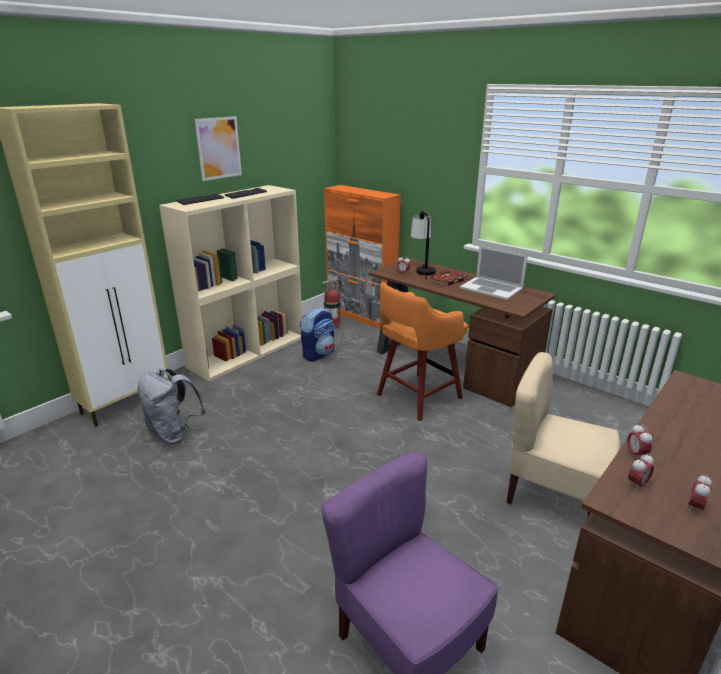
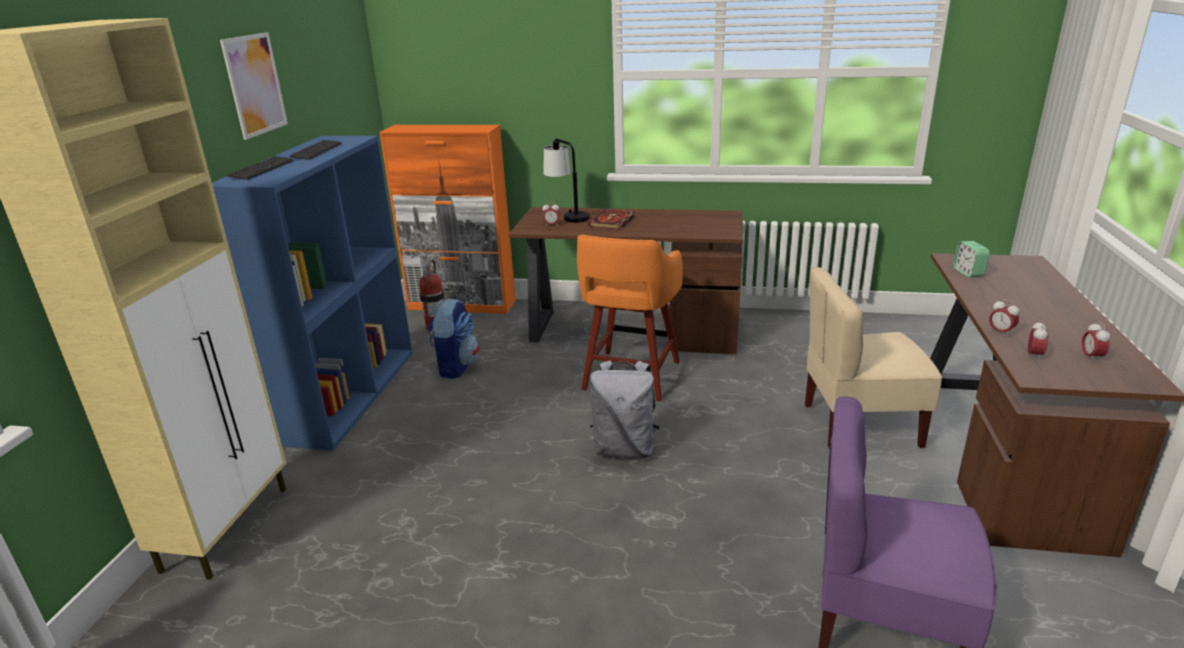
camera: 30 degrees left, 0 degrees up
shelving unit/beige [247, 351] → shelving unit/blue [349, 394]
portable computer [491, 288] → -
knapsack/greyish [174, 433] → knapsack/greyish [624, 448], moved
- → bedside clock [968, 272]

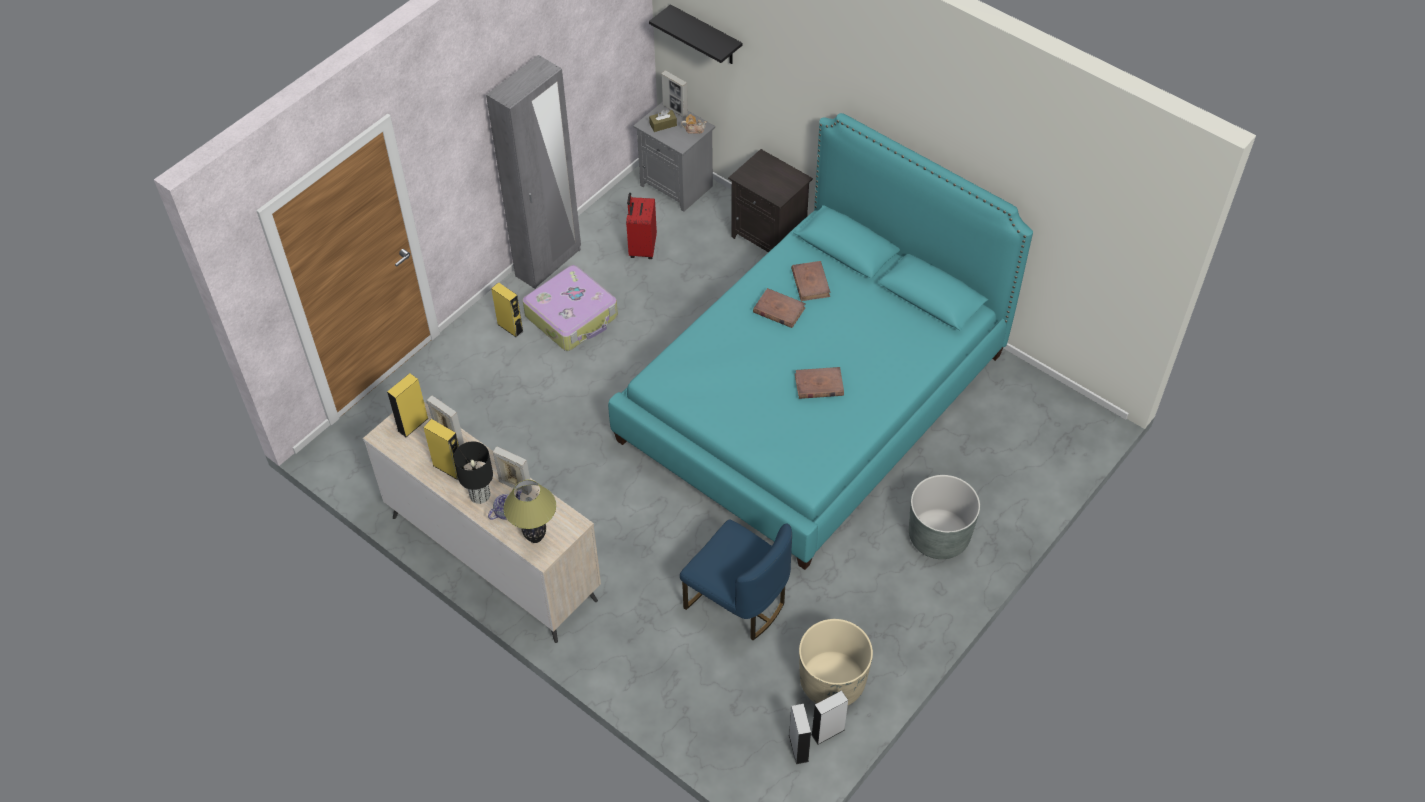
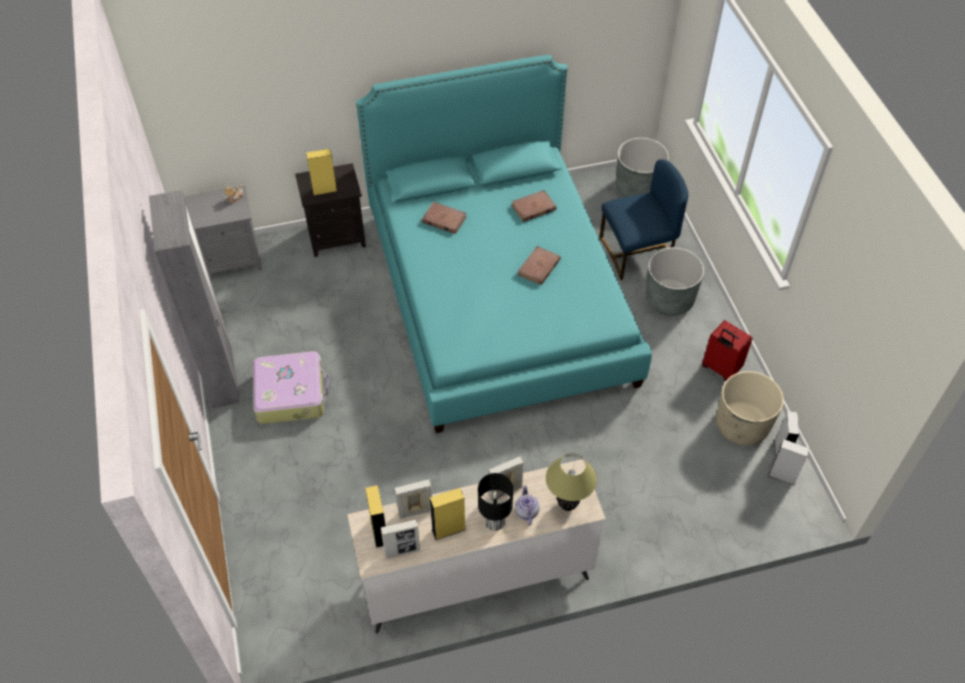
camera: 55 degrees left, 0 degrees up
wall shelf/black-coloured [706, 36] → -
photo frame [675, 110] → photo frame [402, 551], moved
tissue box/brown-coloured [663, 125] → -
suitcase/reddish [642, 248] → suitcase/reddish [720, 368], moved
audio speaker/yellowish [510, 327] → audio speaker/yellowish [324, 190], moved
bound book/brown-coloured [778, 310] → bound book/brown-coloured [533, 208], moved
plain chair/blue [737, 602] → plain chair/blue [637, 252], moved
- → plant pot/greyish [637, 187]

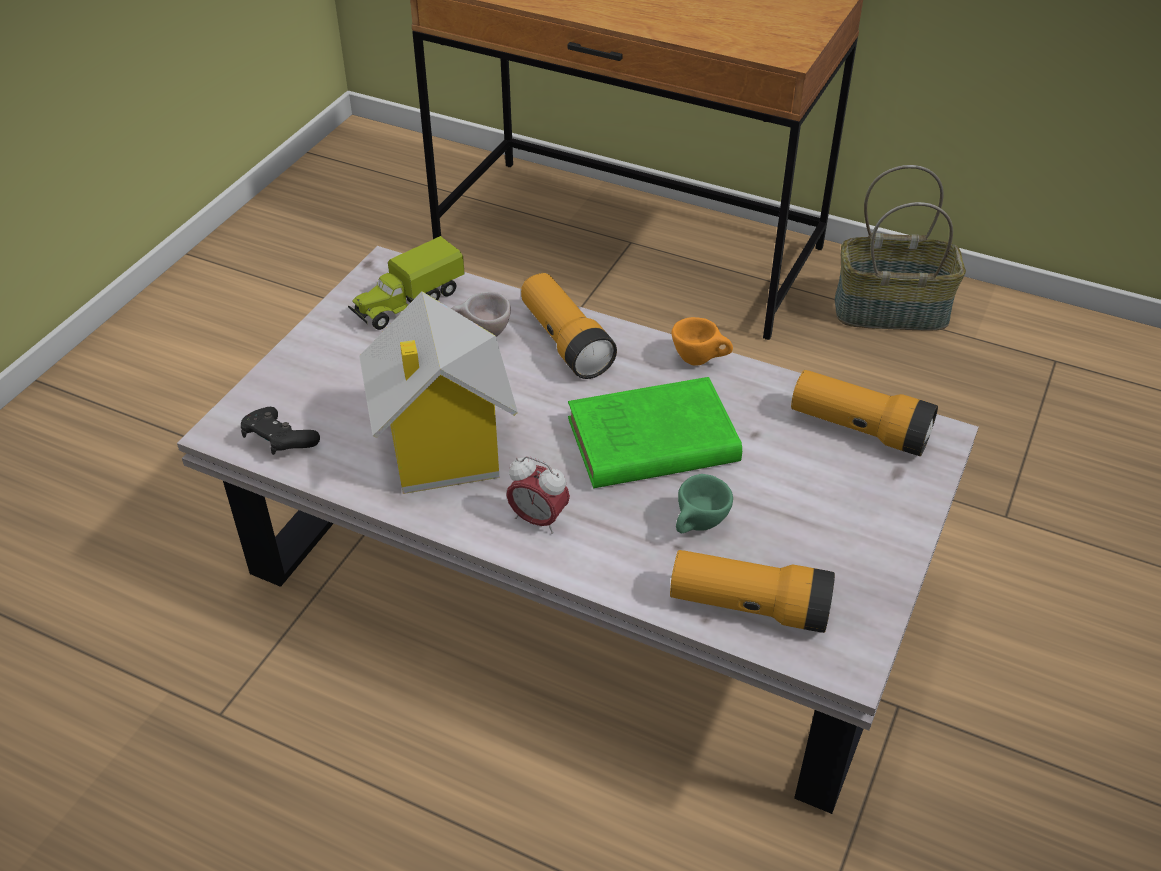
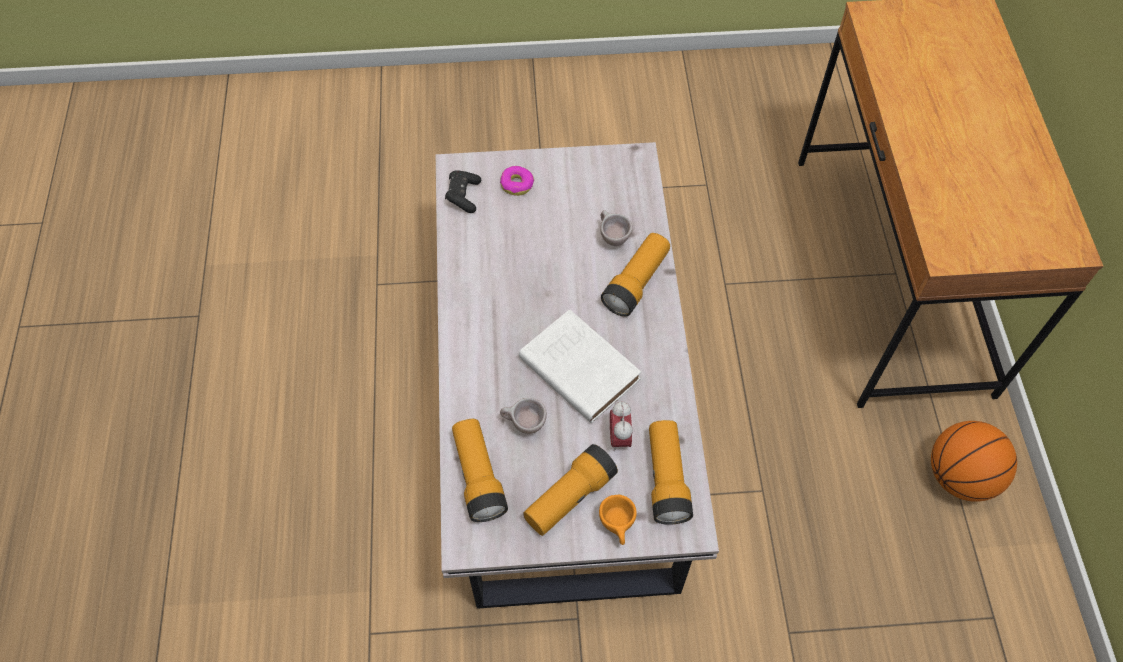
camera: 60 degrees right, 15 degrees up
household basket [891, 310] → basketball ball [960, 476]
model truck [407, 303] → -
toy house [441, 450] → -
drinking cup/orange-coloured [700, 360] → drinking cup/orange-coloured [618, 527], moved
bound book/green [648, 442] → bound book/whitish [577, 367]
bedside clock [538, 519] → bedside clock [619, 438], moved
drinking cup/green [698, 527] → drinking cup/beige [523, 425]
- → donut [517, 184]
- → flashlight [569, 497]

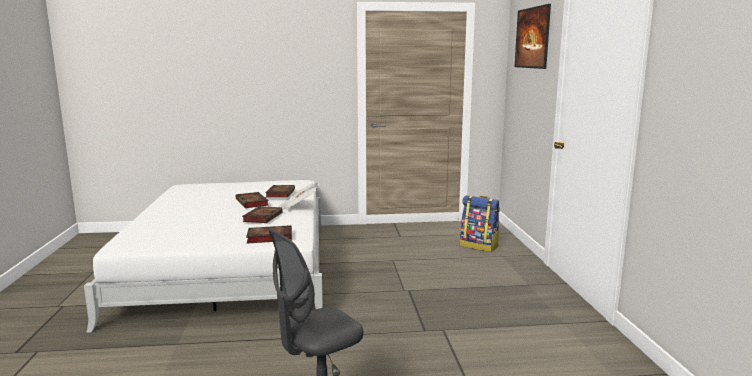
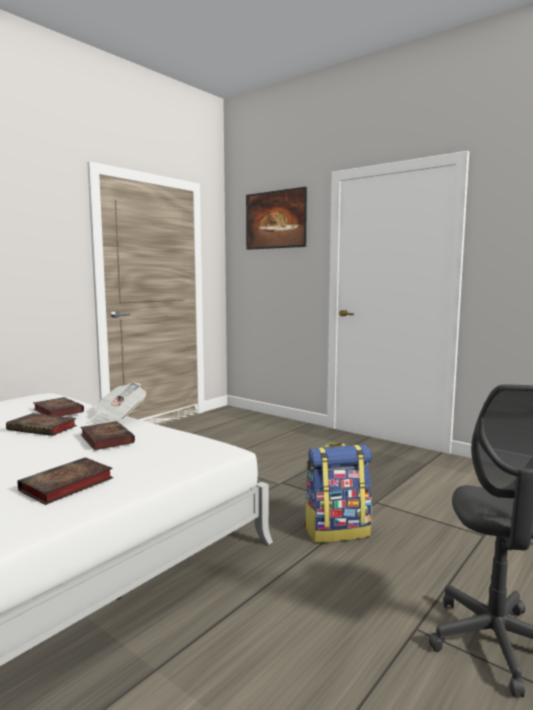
camera: 45 degrees left, 5 degrees down
knapsack [479, 246] → knapsack [337, 531], moved
bound book [268, 237] → bound book [65, 486], moved

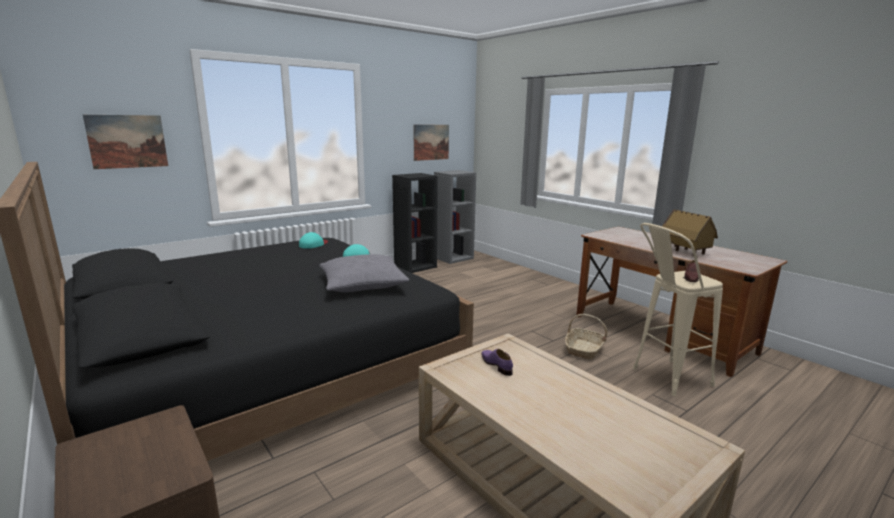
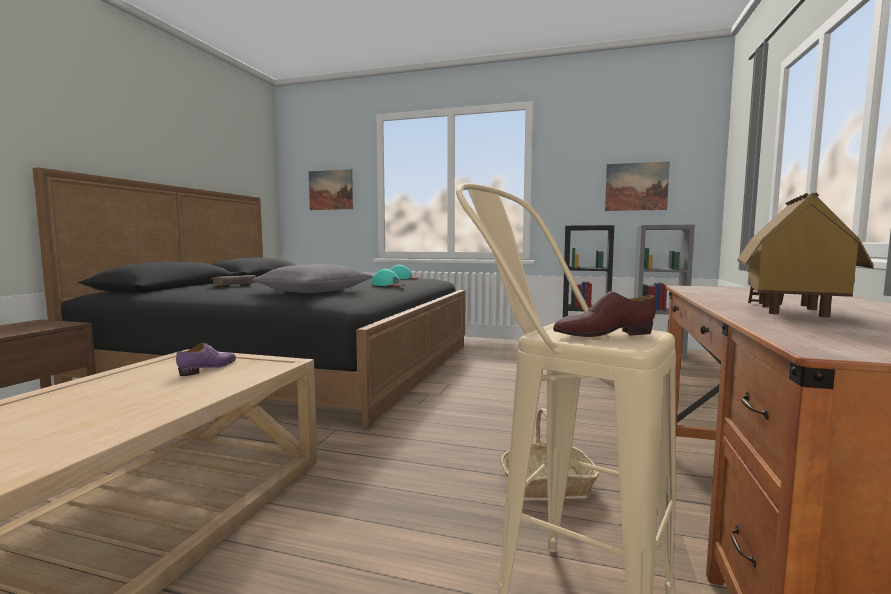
camera: 55 degrees right, 10 degrees down
- → bound book/brown-coloured [234, 286]

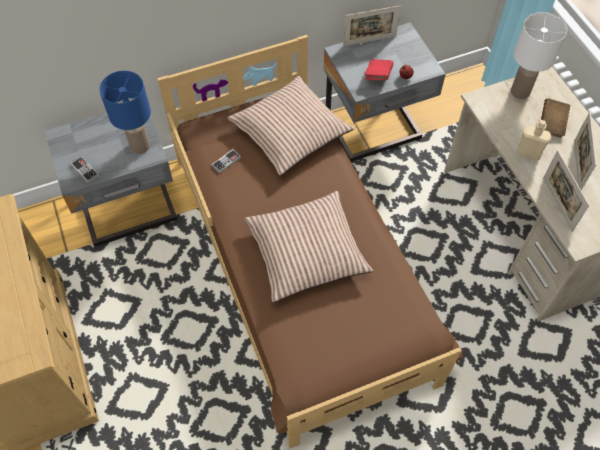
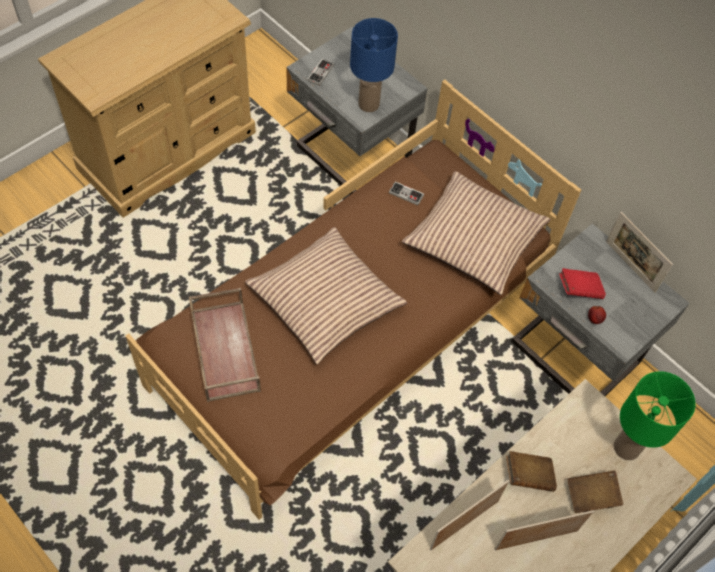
camera: 65 degrees right, 0 degrees up
lamp for a table/whitish [520, 91] → lamp for a table/green [627, 448]
bottle/beige [528, 153] → bound book/brown-coloured [528, 476]
- → carrying tray/brown-coloured [224, 349]

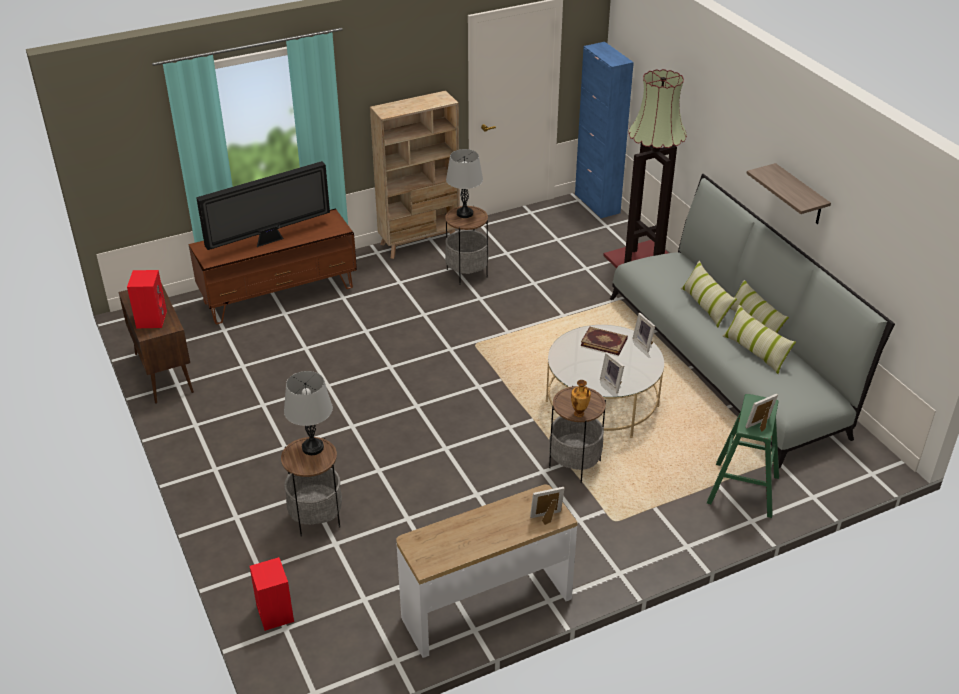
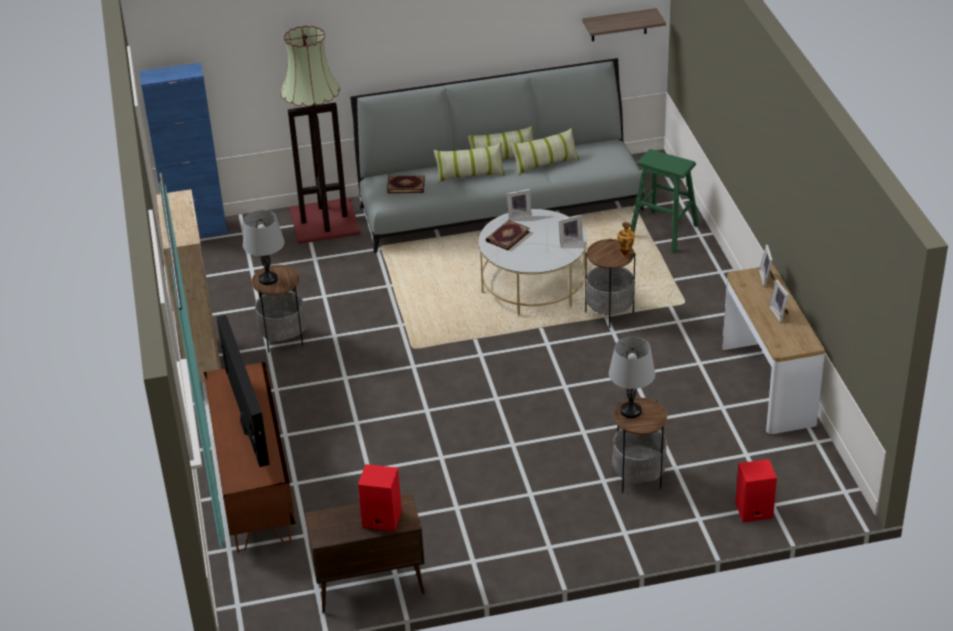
camera: 75 degrees left, 0 degrees up
wall shelf [800, 195] → wall shelf [619, 25], moved
photo frame [760, 426] → photo frame [780, 313], moved
- → bound book [406, 185]

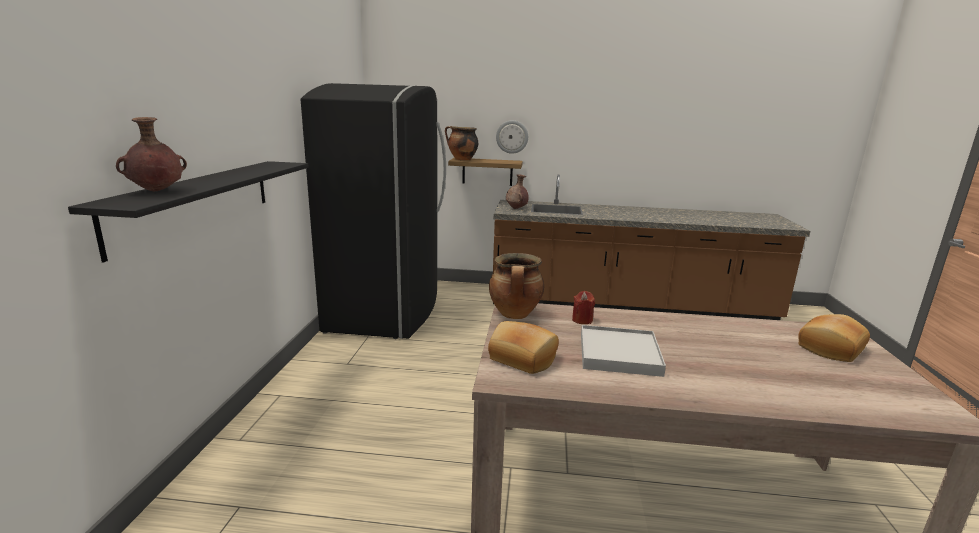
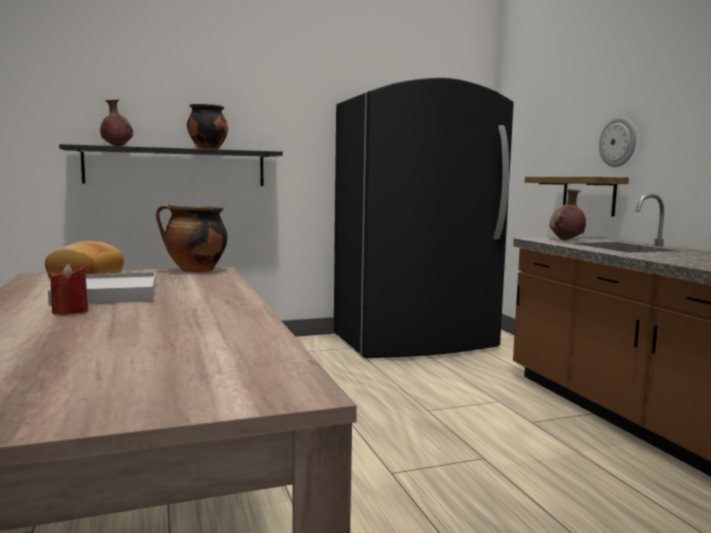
camera: 65 degrees right, 10 degrees down
stockpot [462, 160] → stockpot [207, 149], moved
wax candle/reddish [582, 320] → wax candle/reddish [70, 312], moved
bread [828, 348] → -

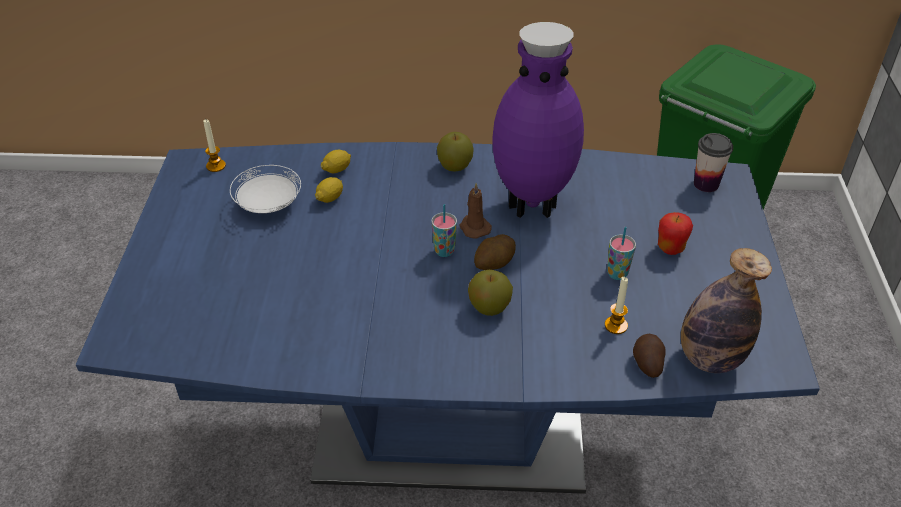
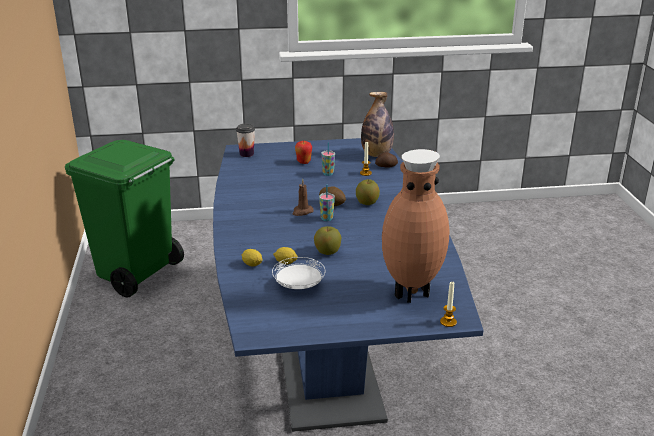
camera: 100 degrees left, 15 degrees down
decorative vase/purple-coloured [532, 204] → -
wax candle [216, 166] → wax candle [448, 322], moved
whole apple [455, 166] → whole apple [327, 252], moved
- → decorative vase/brown-coloured [411, 292]

